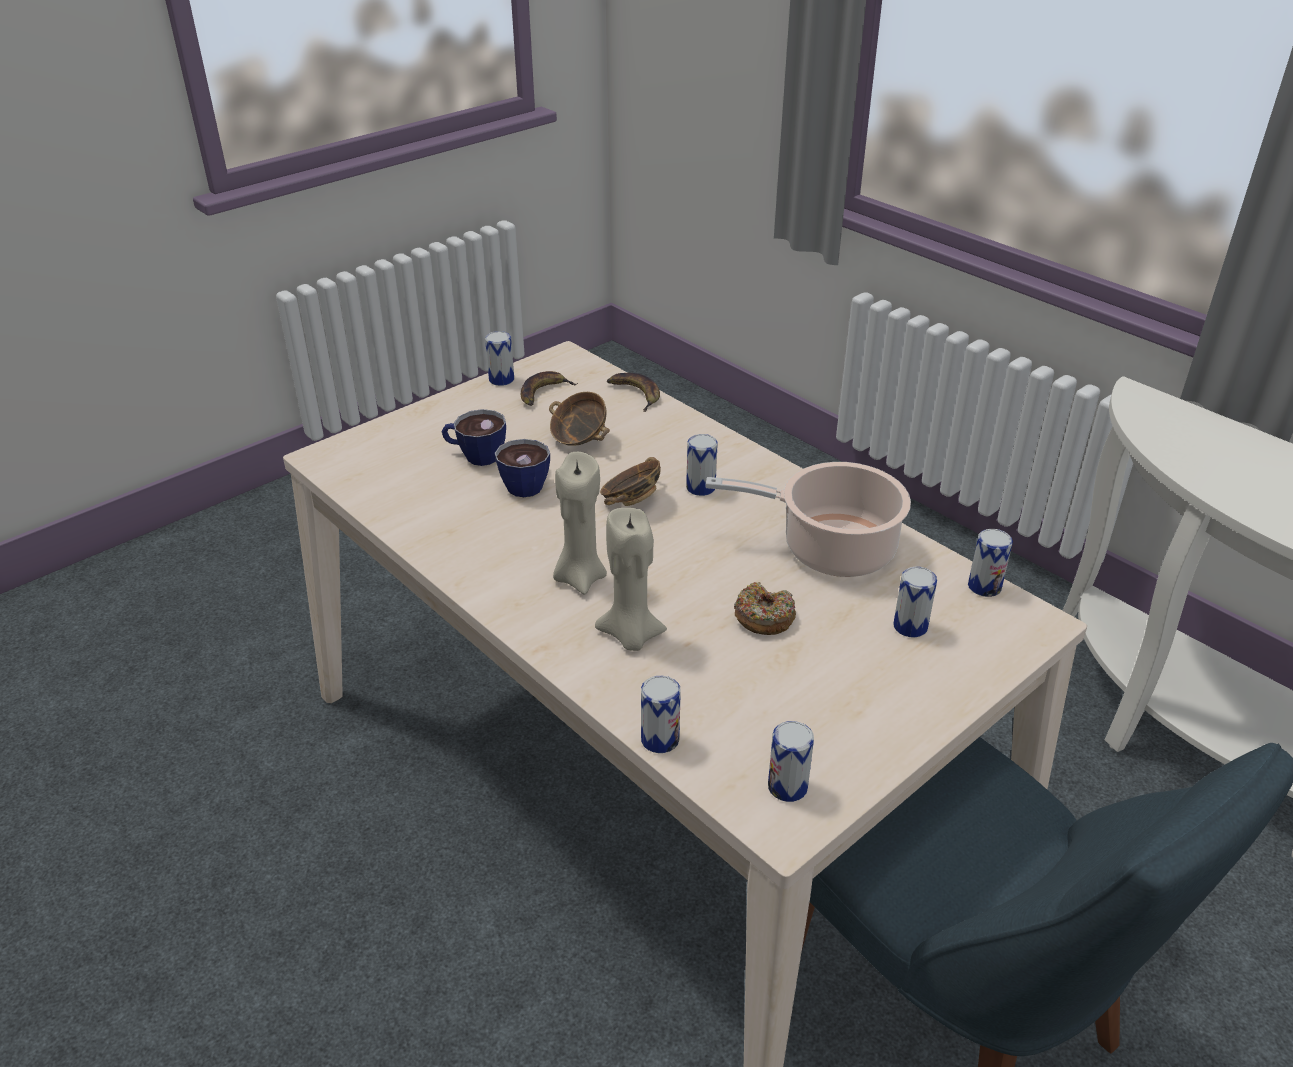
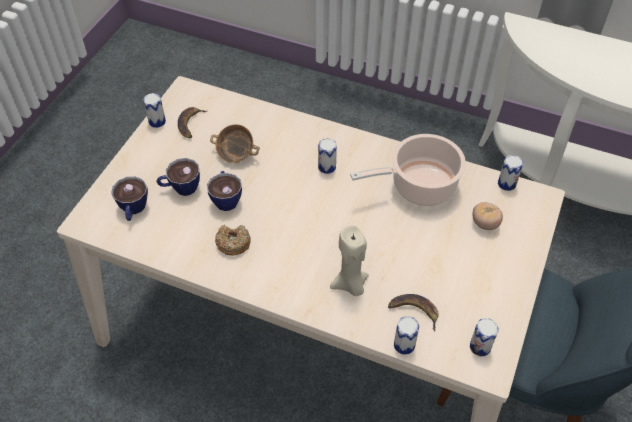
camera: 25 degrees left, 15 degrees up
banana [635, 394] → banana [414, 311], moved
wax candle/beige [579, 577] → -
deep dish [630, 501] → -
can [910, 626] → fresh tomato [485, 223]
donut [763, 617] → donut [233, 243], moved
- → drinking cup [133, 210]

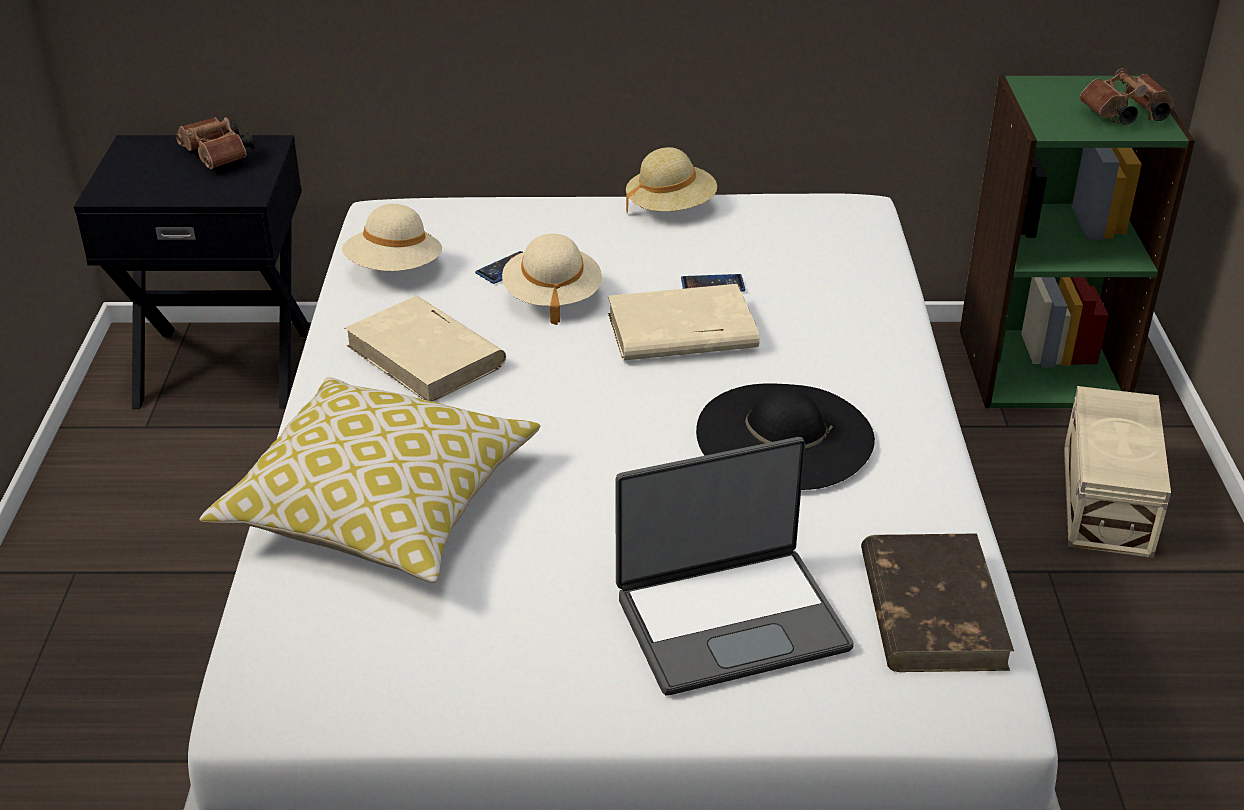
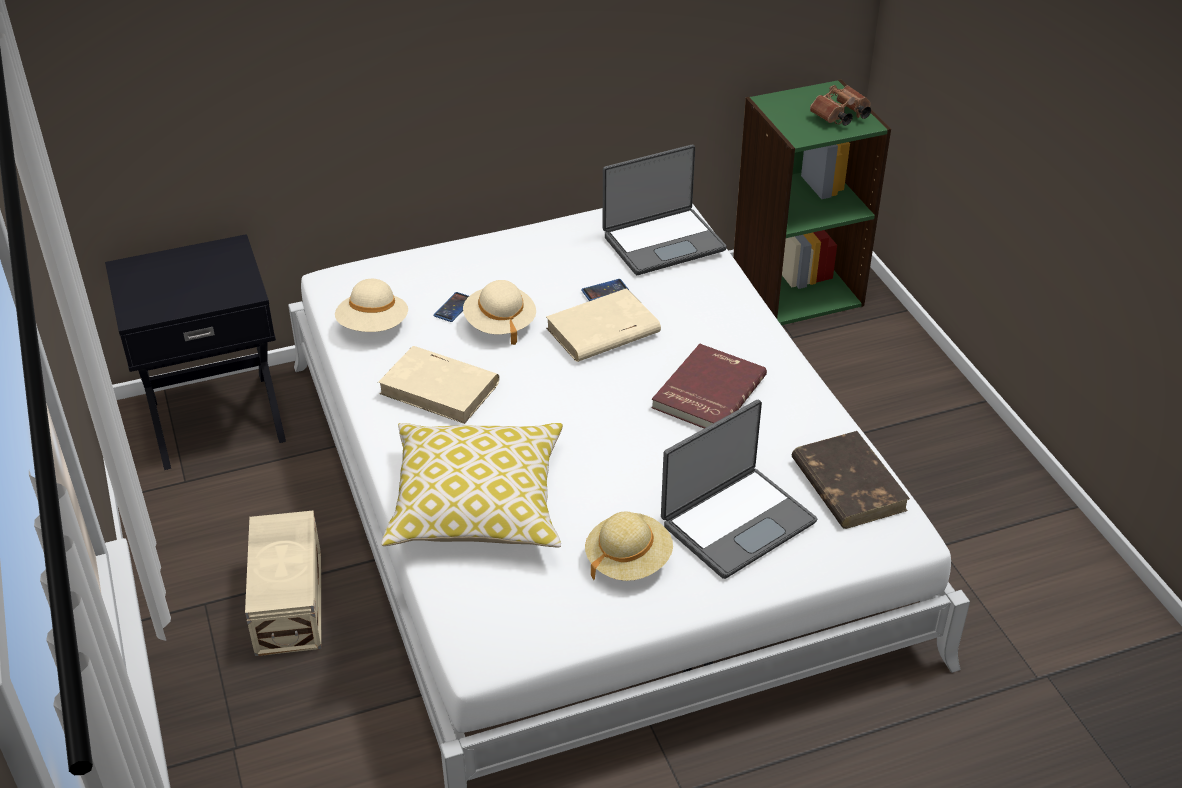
camera: 20 degrees left, 5 degrees up
binoculars/brown-coloured [218, 157] → -
hat/beige [670, 208] → hat/beige [628, 561], moved
hat/black-coloured [784, 435] → bound book/reddish [707, 391]
storage container/beige [1109, 499] → storage container/beige [291, 601], moved
- → portable computer [663, 242]

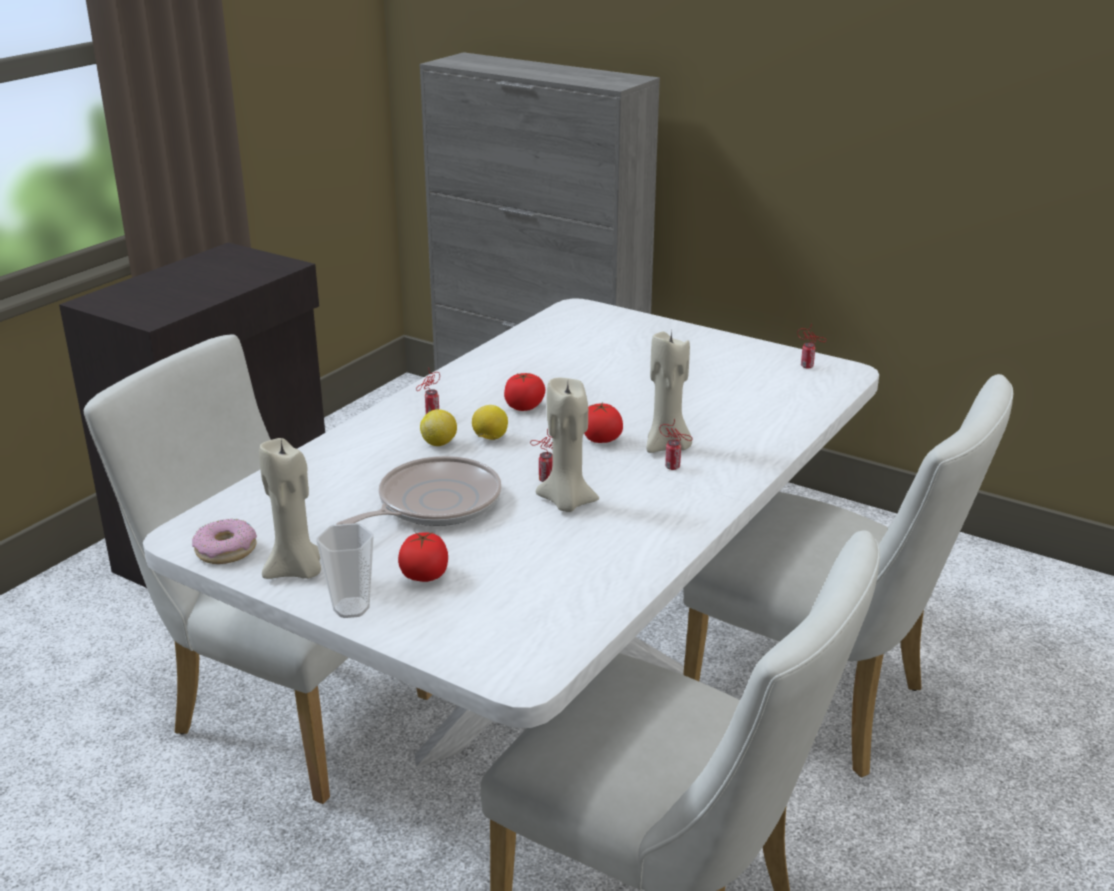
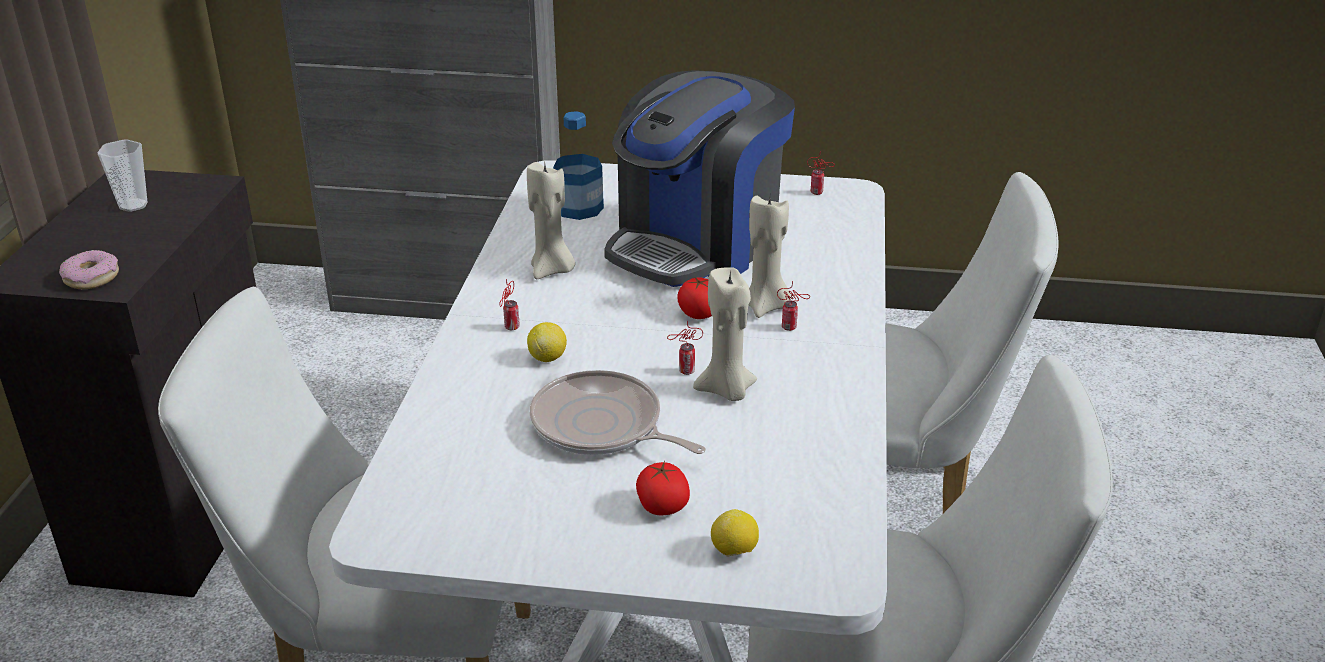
camera: 25 degrees left, 5 degrees up
fresh tomato [524, 407] → -
lemon [490, 438] → lemon [734, 551], moved
wax candle/beige [297, 571] → wax candle/beige [552, 270], moved
frying pan [433, 504] → frying pan [602, 426], 75 degrees counterclockwise
donut [226, 550] → donut [91, 278], moved
drinking cup [351, 608] → drinking cup [133, 205], moved
- → coffee maker [697, 243]
- → bottle [579, 208]

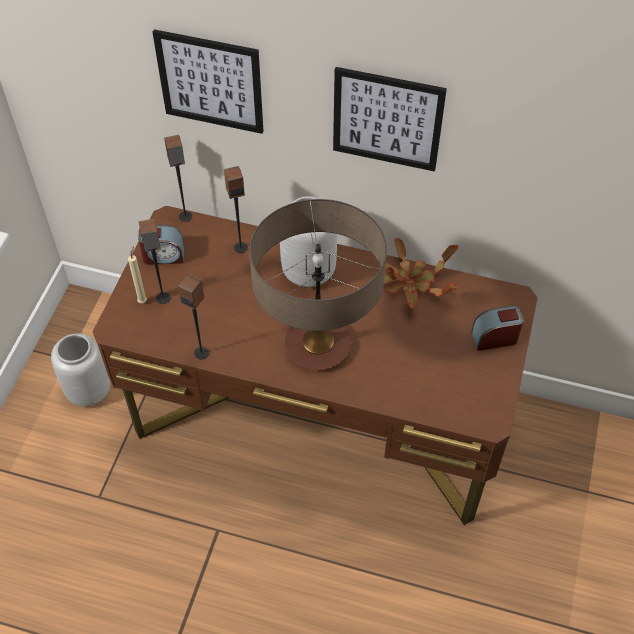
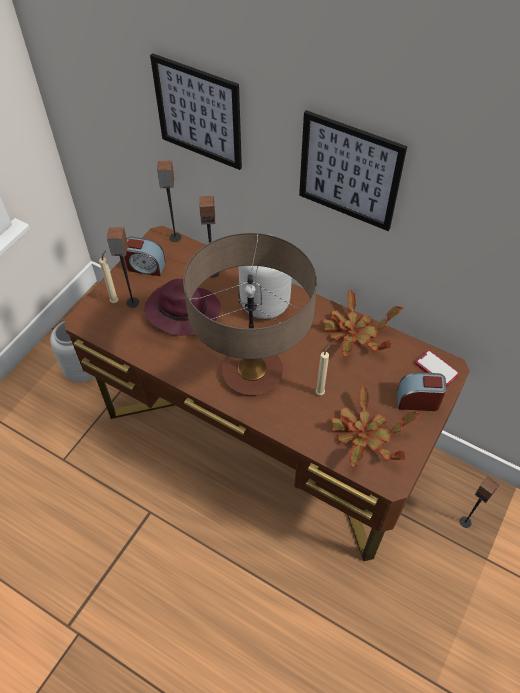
camera: 15 degrees right, 0 degrees up
audio speaker [202, 352] → audio speaker [465, 522], moved
- → hat/purple-coloured [181, 311]
- → wax candle/beige [320, 392]
- → telephone [436, 369]
- → plant in a pot [364, 435]

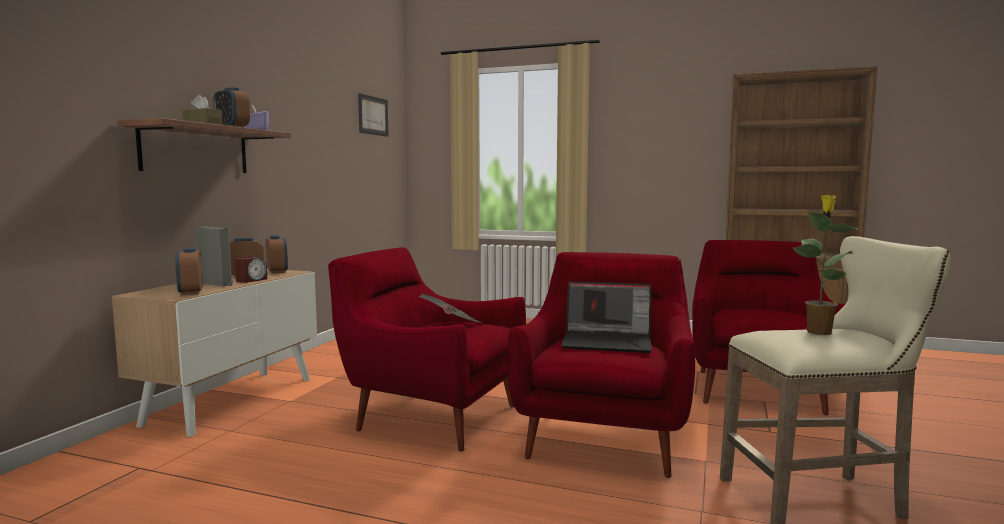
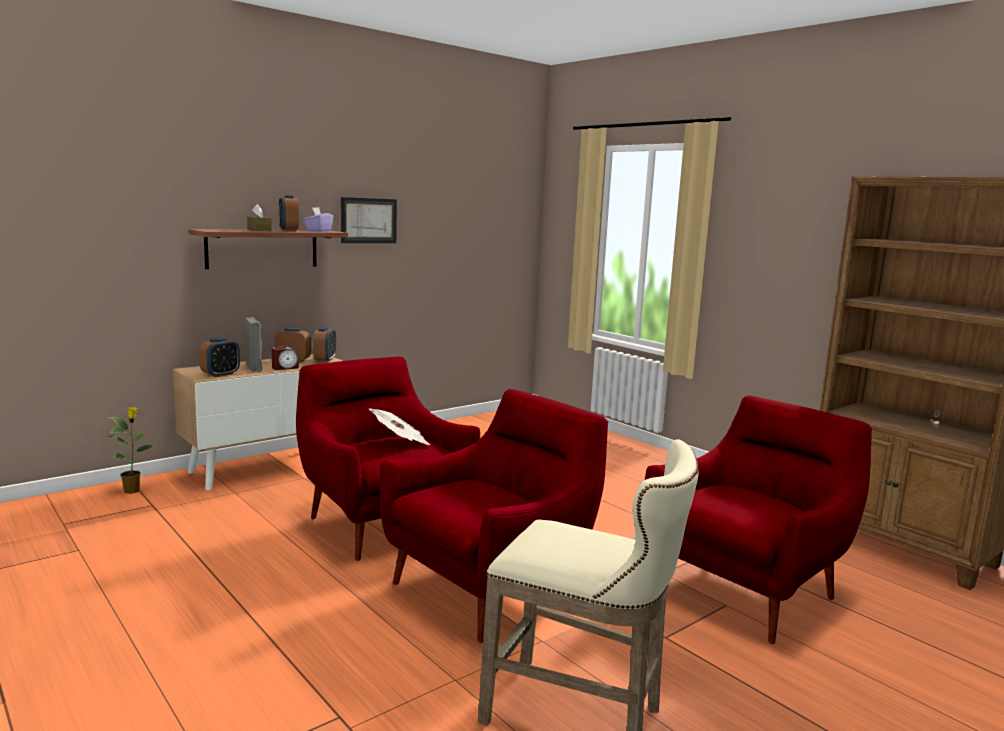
camera: 30 degrees right, 5 degrees up
picture [373, 115] → picture [368, 220], moved
plant in a pot [819, 332] → plant in a pot [132, 490], moved
bedside clock [190, 292] → bedside clock [220, 374], 150 degrees counterclockwise
portable computer [608, 342] → -

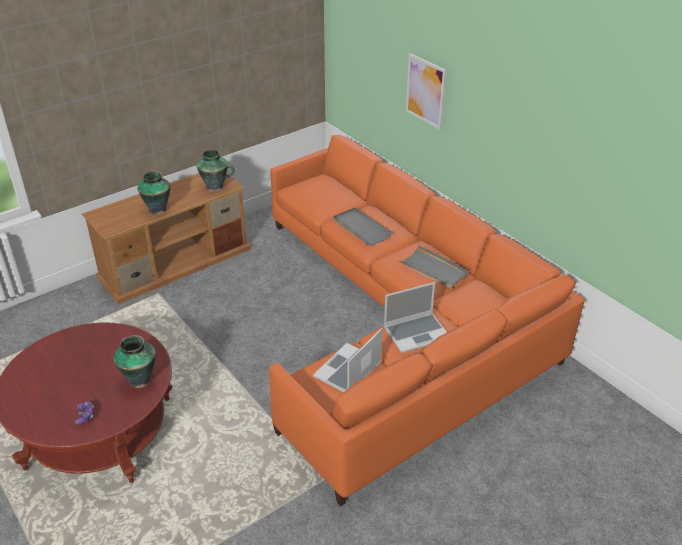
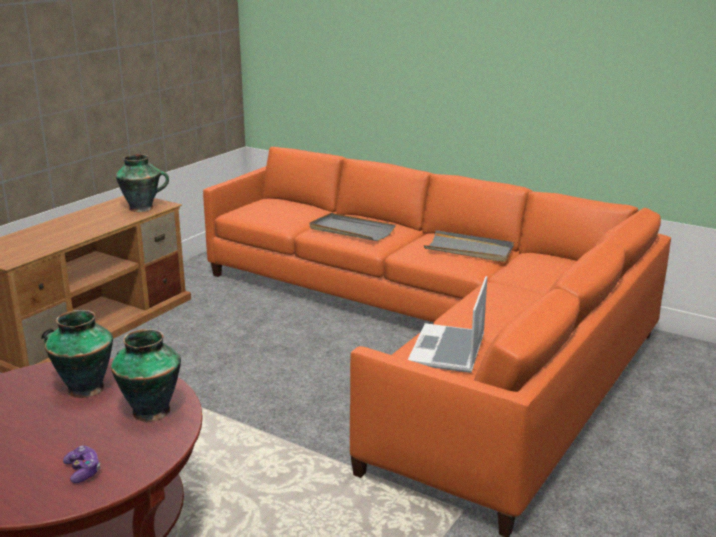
camera: 20 degrees left, 15 degrees down
picture [425, 91] → -
decorative vase [157, 209] → decorative vase [84, 388], moved
portable computer [416, 333] → -

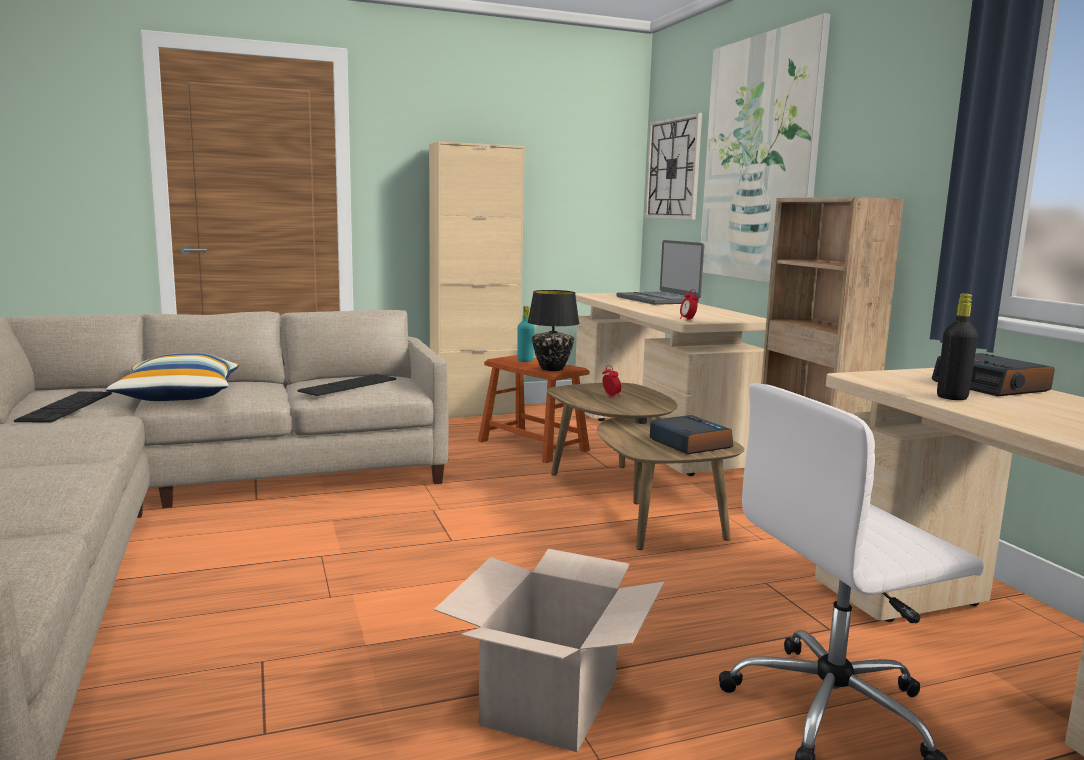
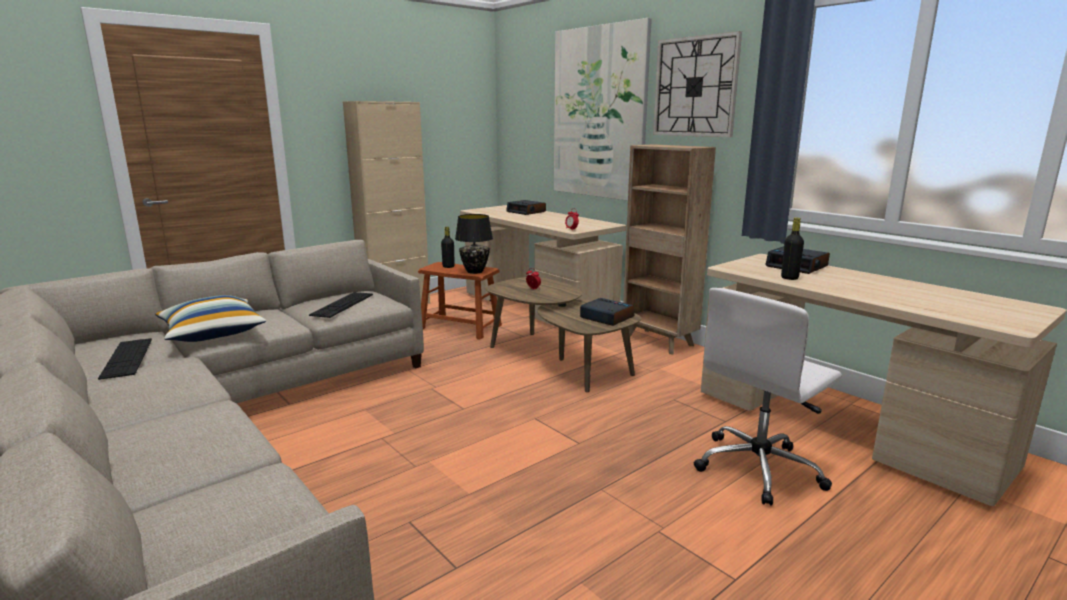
camera: 20 degrees left, 5 degrees up
wall clock [673, 169] → wall clock [695, 87], moved
portable computer [658, 300] → bedside clock [526, 212]
bottle/blue-green [525, 361] → bottle/black-coloured [448, 266]
cardboard box [551, 702] → -

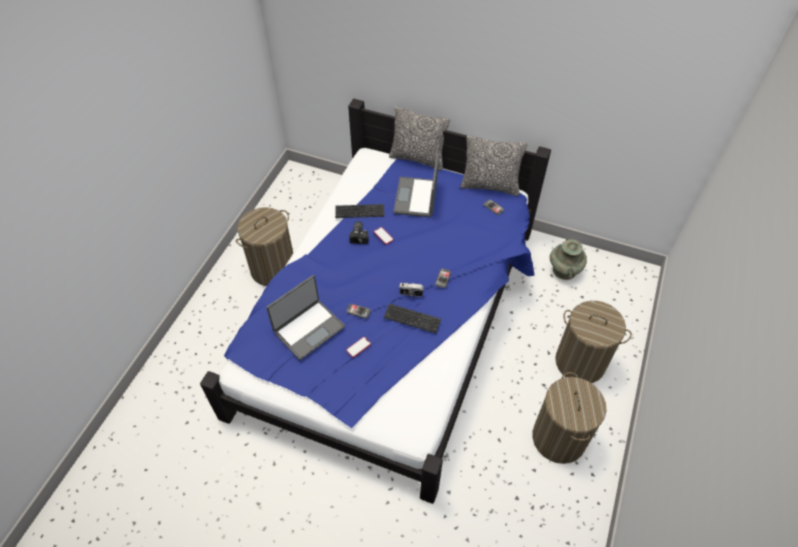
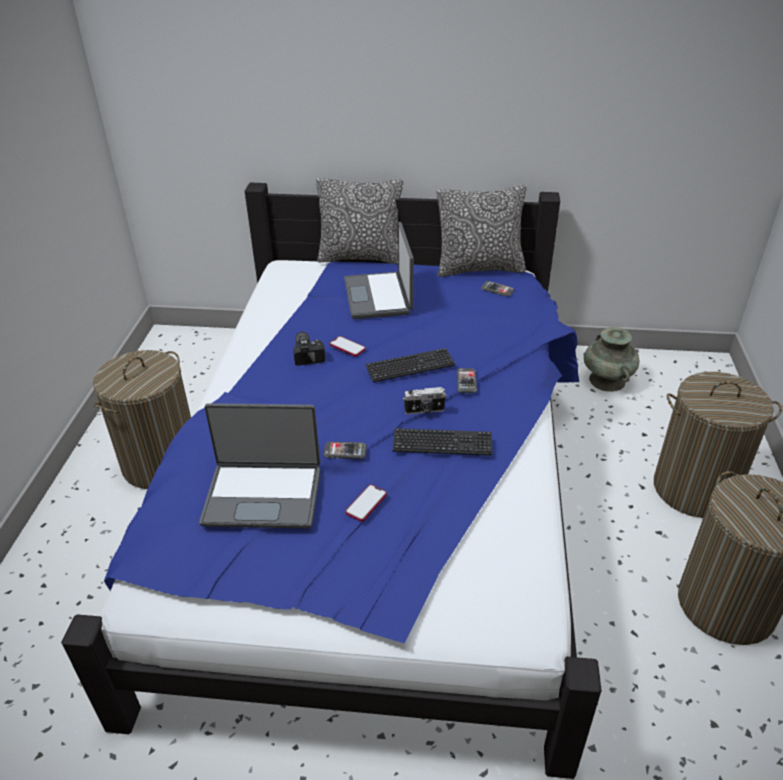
camera: 15 degrees left, 15 degrees down
PC keyboard [359, 212] → PC keyboard [410, 367], moved
portable computer [308, 329] → portable computer [263, 495], 60 degrees clockwise

